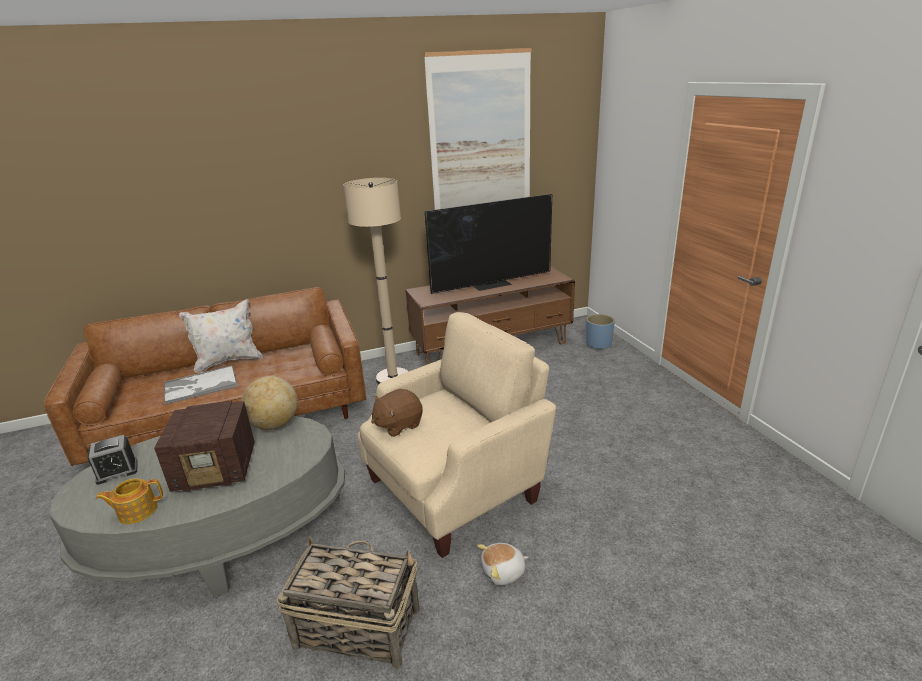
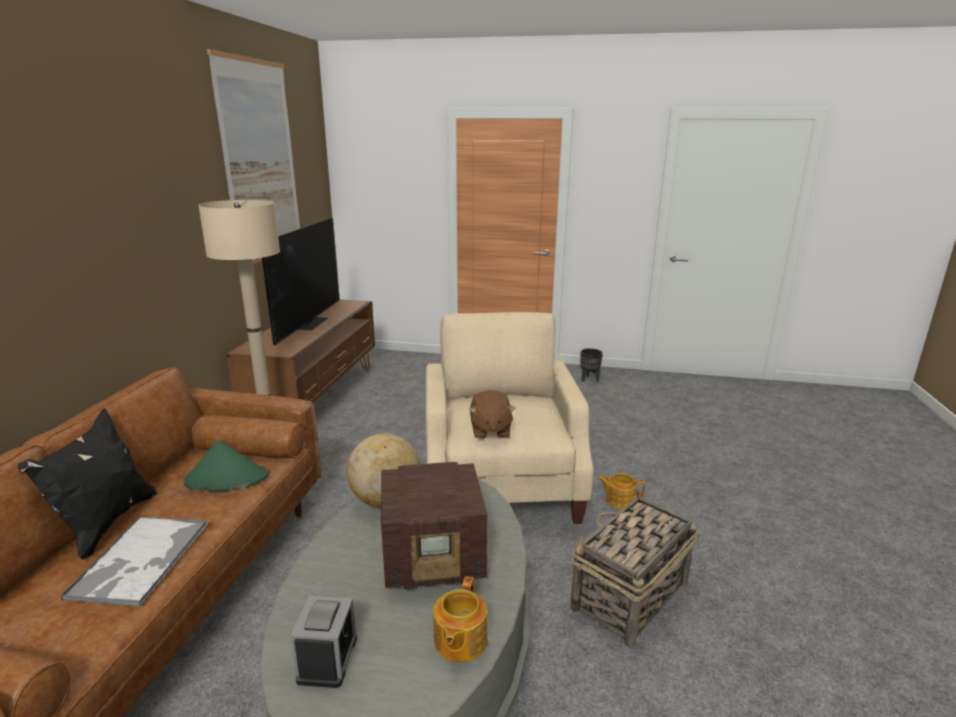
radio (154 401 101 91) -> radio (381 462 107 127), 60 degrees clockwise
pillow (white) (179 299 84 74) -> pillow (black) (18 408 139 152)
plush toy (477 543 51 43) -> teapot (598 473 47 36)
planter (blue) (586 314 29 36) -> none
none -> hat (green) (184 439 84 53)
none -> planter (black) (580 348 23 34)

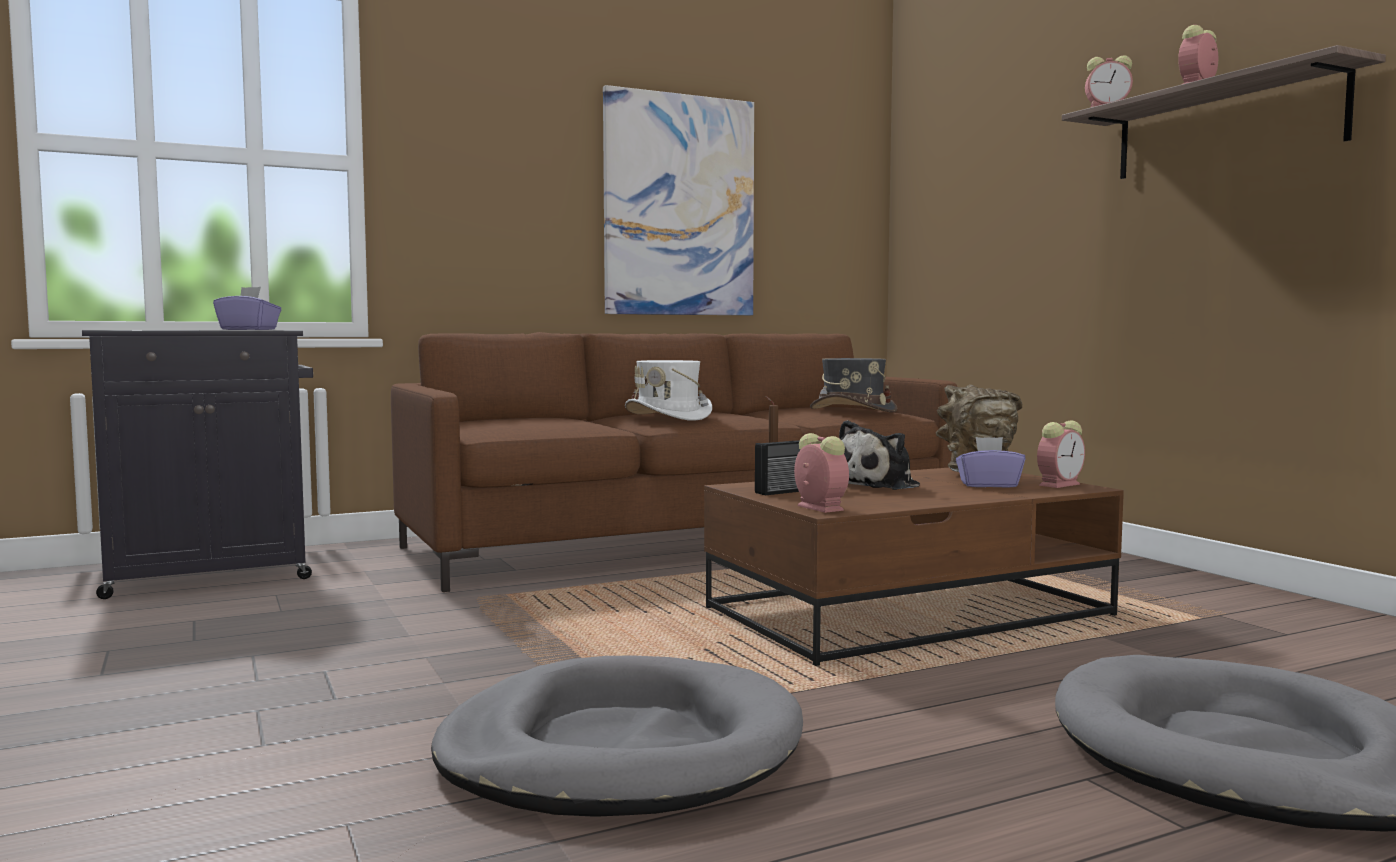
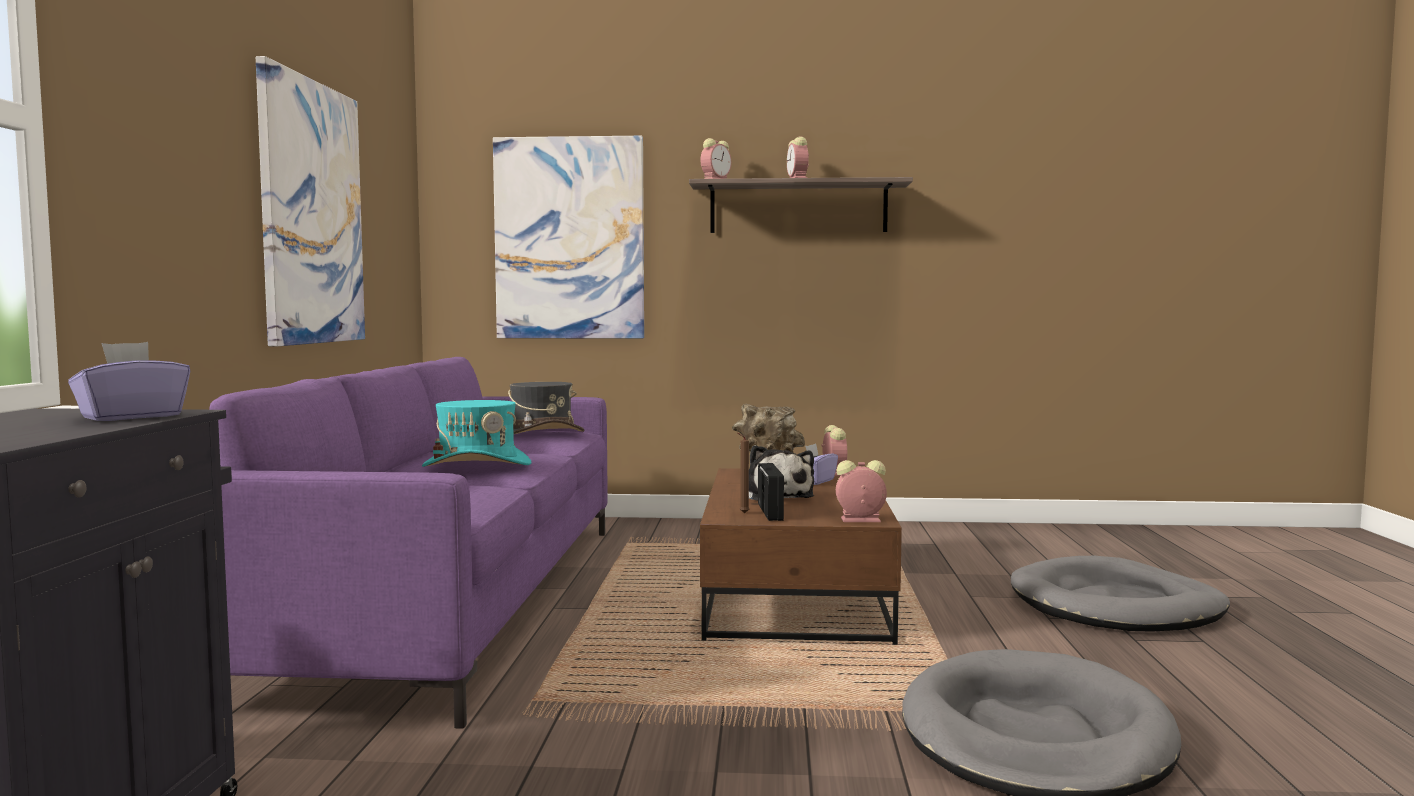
sofa (brown) (391 332 566 260) -> sofa (purple) (209 357 399 372)
hat (white) (625 360 87 61) -> hat (turquoise) (422 400 109 67)
none -> picture (493 136 151 203)

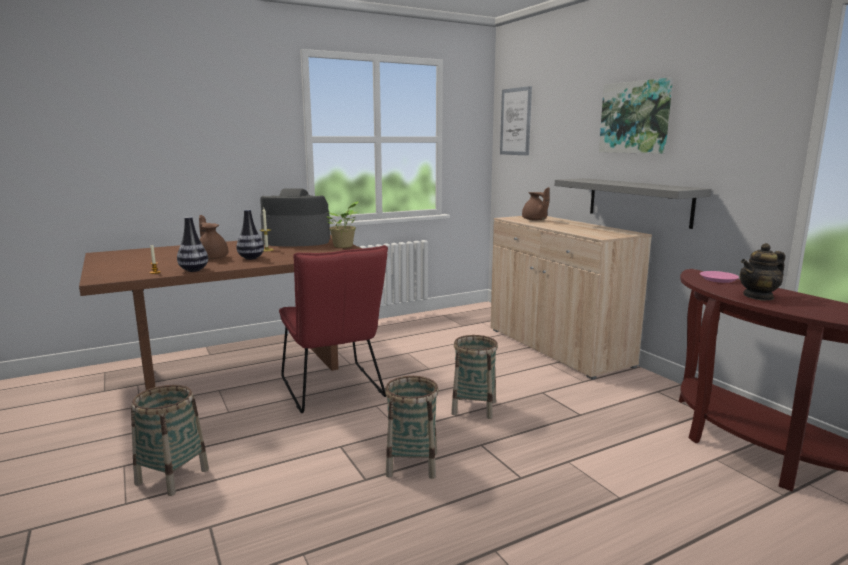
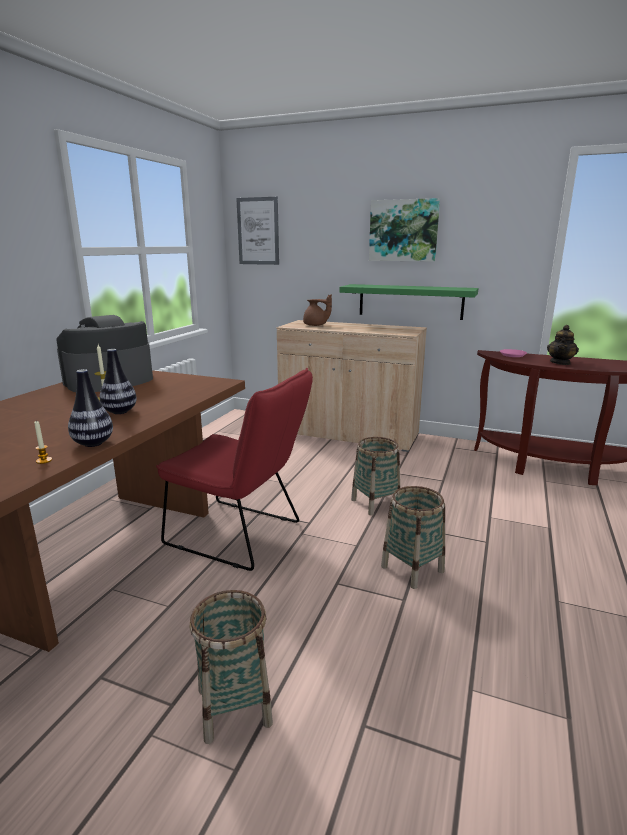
teapot (brown) (199 215 29 44) -> none
potted plant (327 201 31 47) -> none
shelf (grey) (554 178 158 51) -> shelf (green) (339 284 140 36)

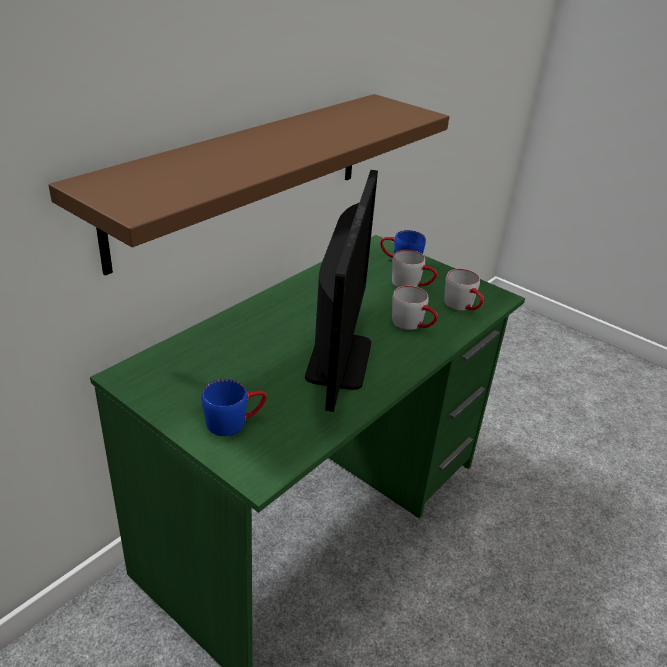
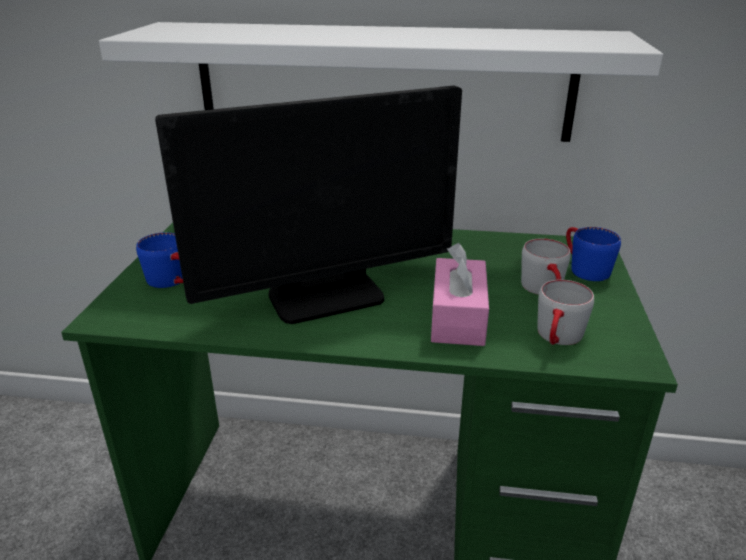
shelf (brown) (49 94 400 181) -> shelf (white) (99 22 564 120)
mug (grey) (392 286 46 44) -> tissue box (pink) (431 243 58 103)

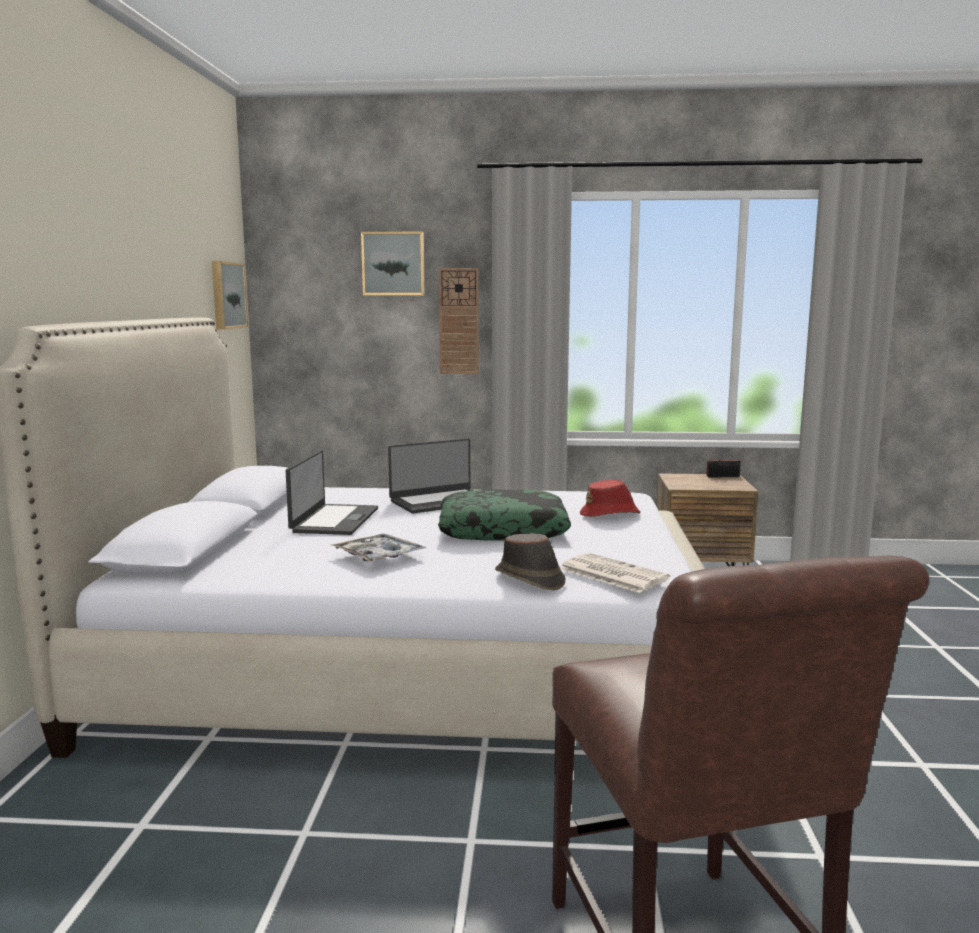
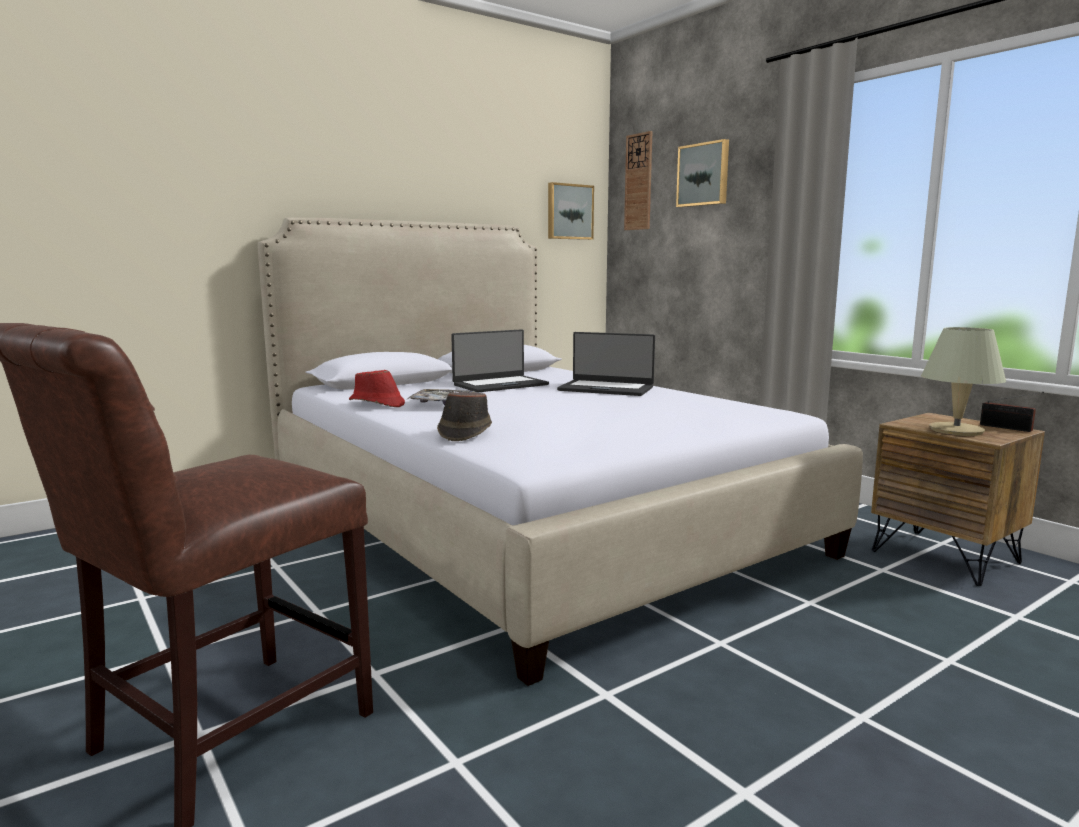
pillow (438 489 133 52) -> none
wall clock (439 268 40 106) -> wall clock (624 131 28 99), moved
newspaper (560 553 110 40) -> none
hat (red) (580 480 60 37) -> hat (red) (349 370 56 37), moved
none -> table lamp (beige) (921 327 85 109)

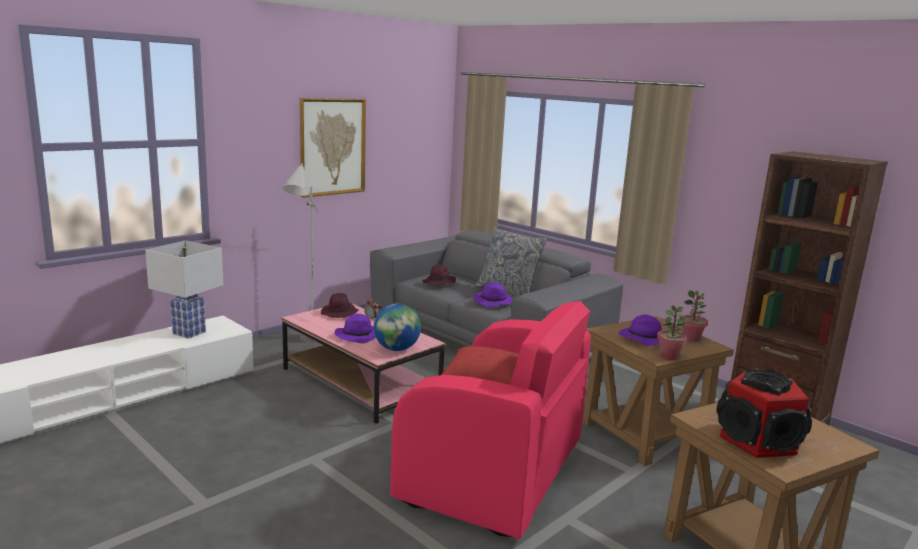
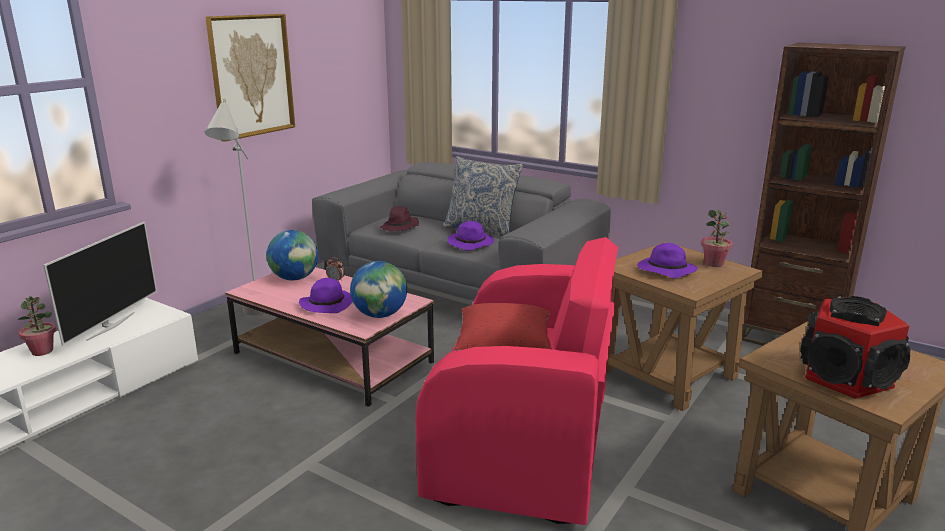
table lamp (white) (145 240 78 99) -> television (43 222 114 124)
hat (purple) (321 293 38 25) -> globe (267 230 51 50)
potted plant (657 305 30 55) -> potted plant (17 296 39 60), moved

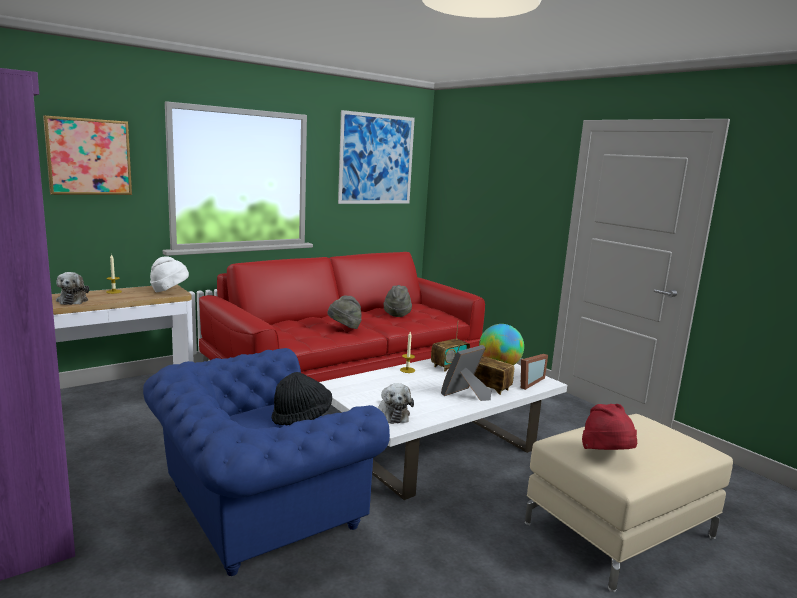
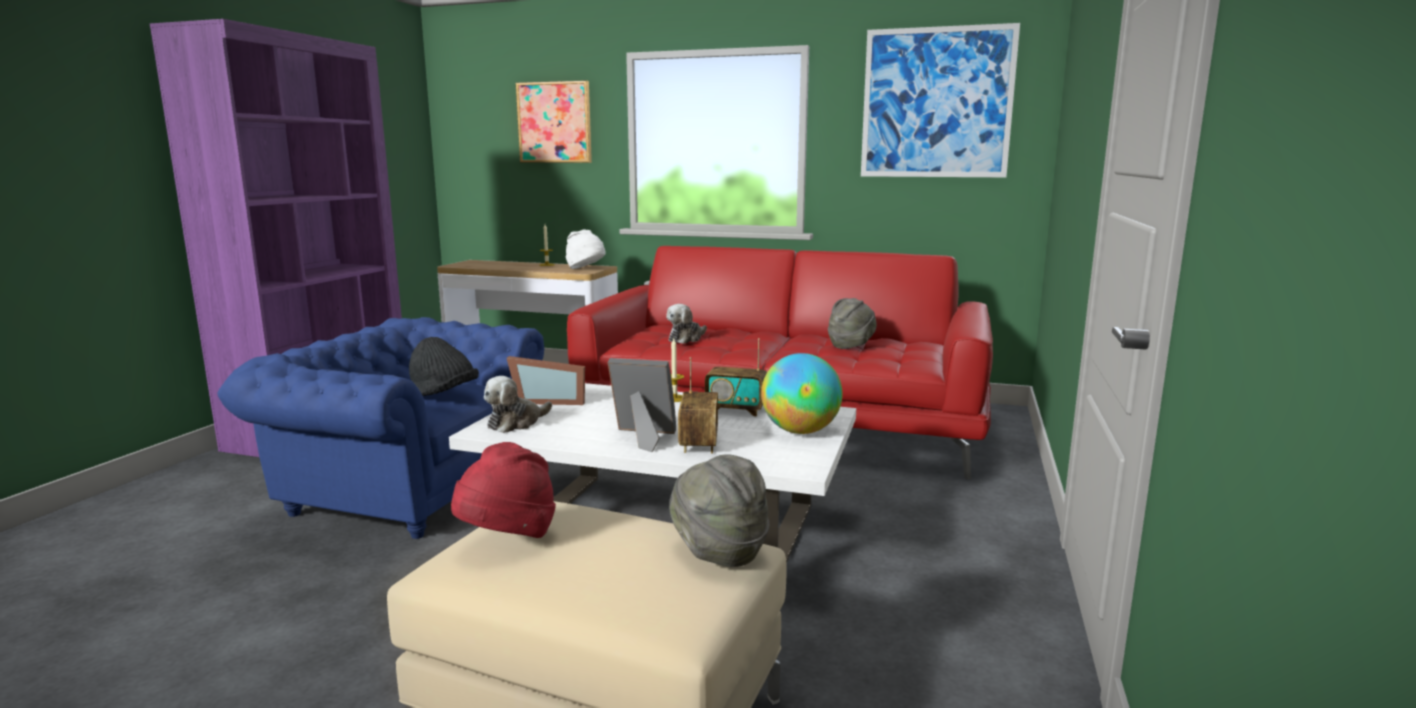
plush toy (56 272 33 33) -> plush toy (666 304 41 40), moved
hat (grey) (328 296 34 33) -> hat (grey) (669 454 100 113), moved
picture frame (520 354 28 36) -> picture frame (507 356 78 49), moved

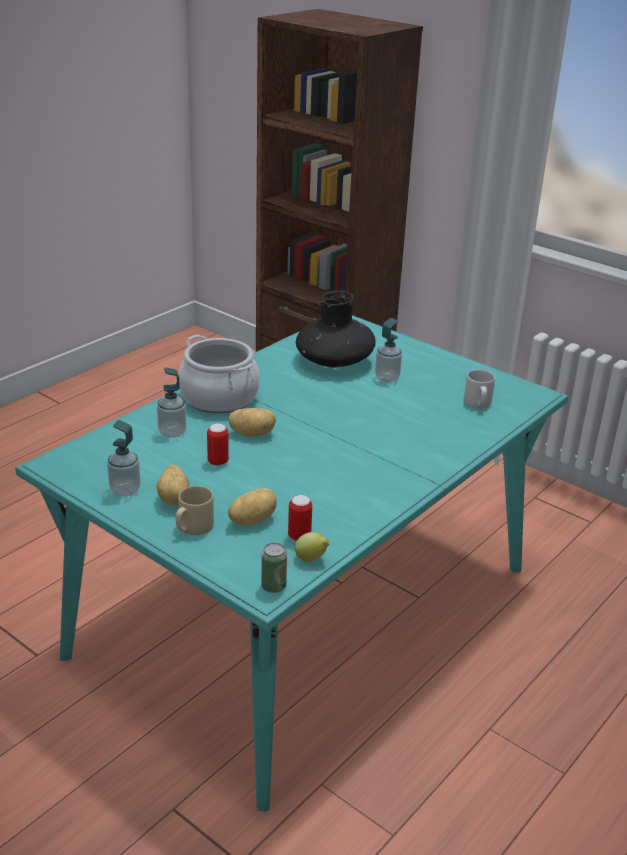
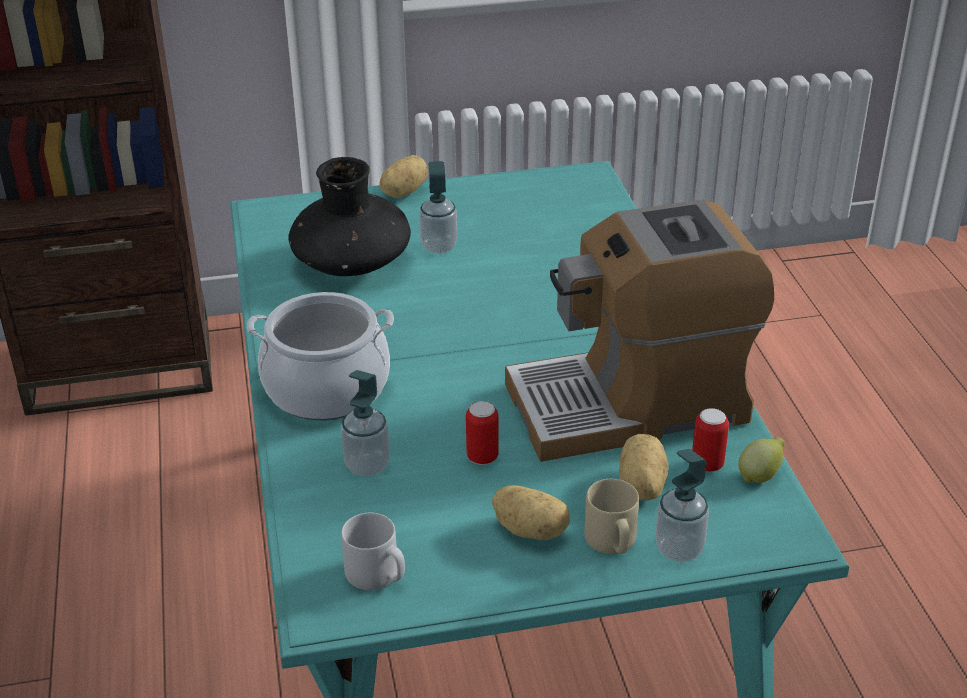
soap dispenser (107 420 34 77) -> soap dispenser (655 449 54 113), moved
potato (229 408 47 29) -> potato (379 155 49 42), moved
can (261 543 26 50) -> none
mug (grey) (464 370 31 39) -> mug (grey) (341 513 64 77), moved
none -> coffee machine (505 200 269 262)

